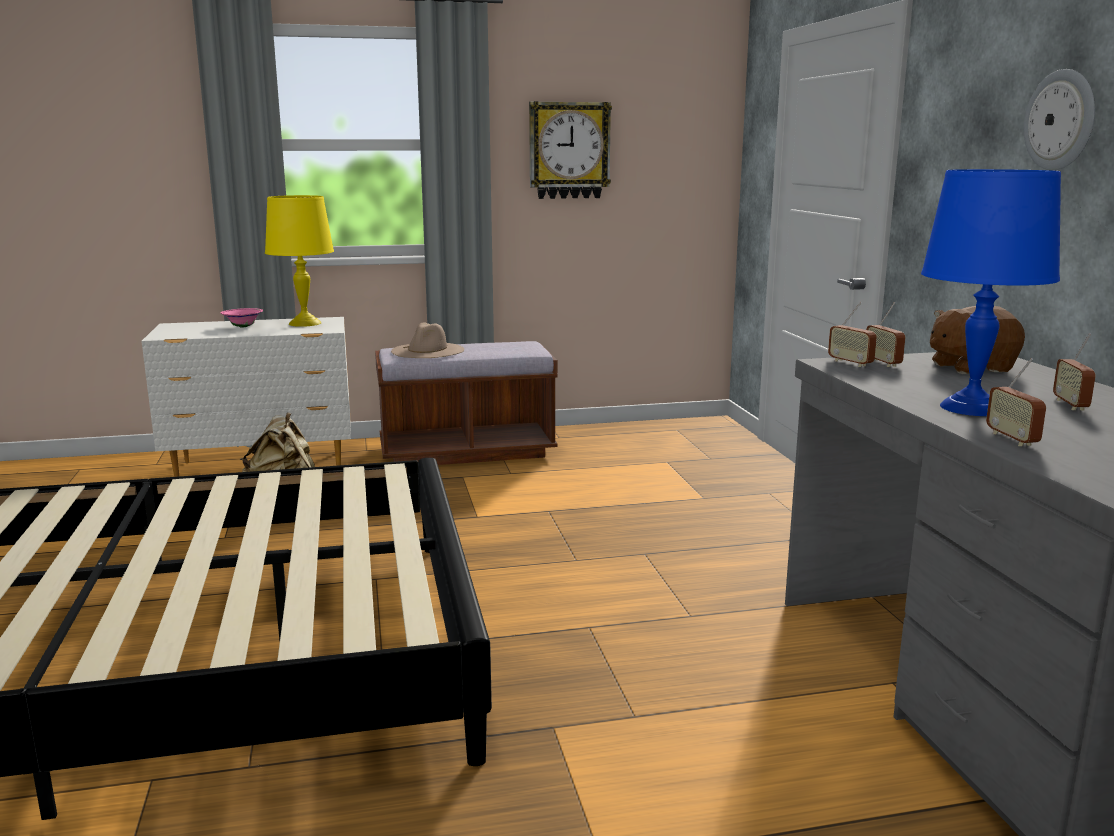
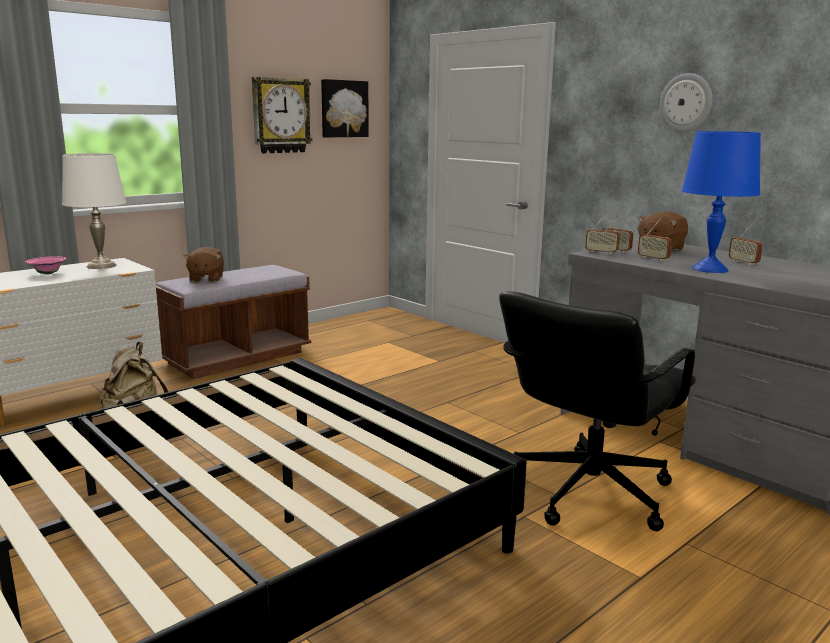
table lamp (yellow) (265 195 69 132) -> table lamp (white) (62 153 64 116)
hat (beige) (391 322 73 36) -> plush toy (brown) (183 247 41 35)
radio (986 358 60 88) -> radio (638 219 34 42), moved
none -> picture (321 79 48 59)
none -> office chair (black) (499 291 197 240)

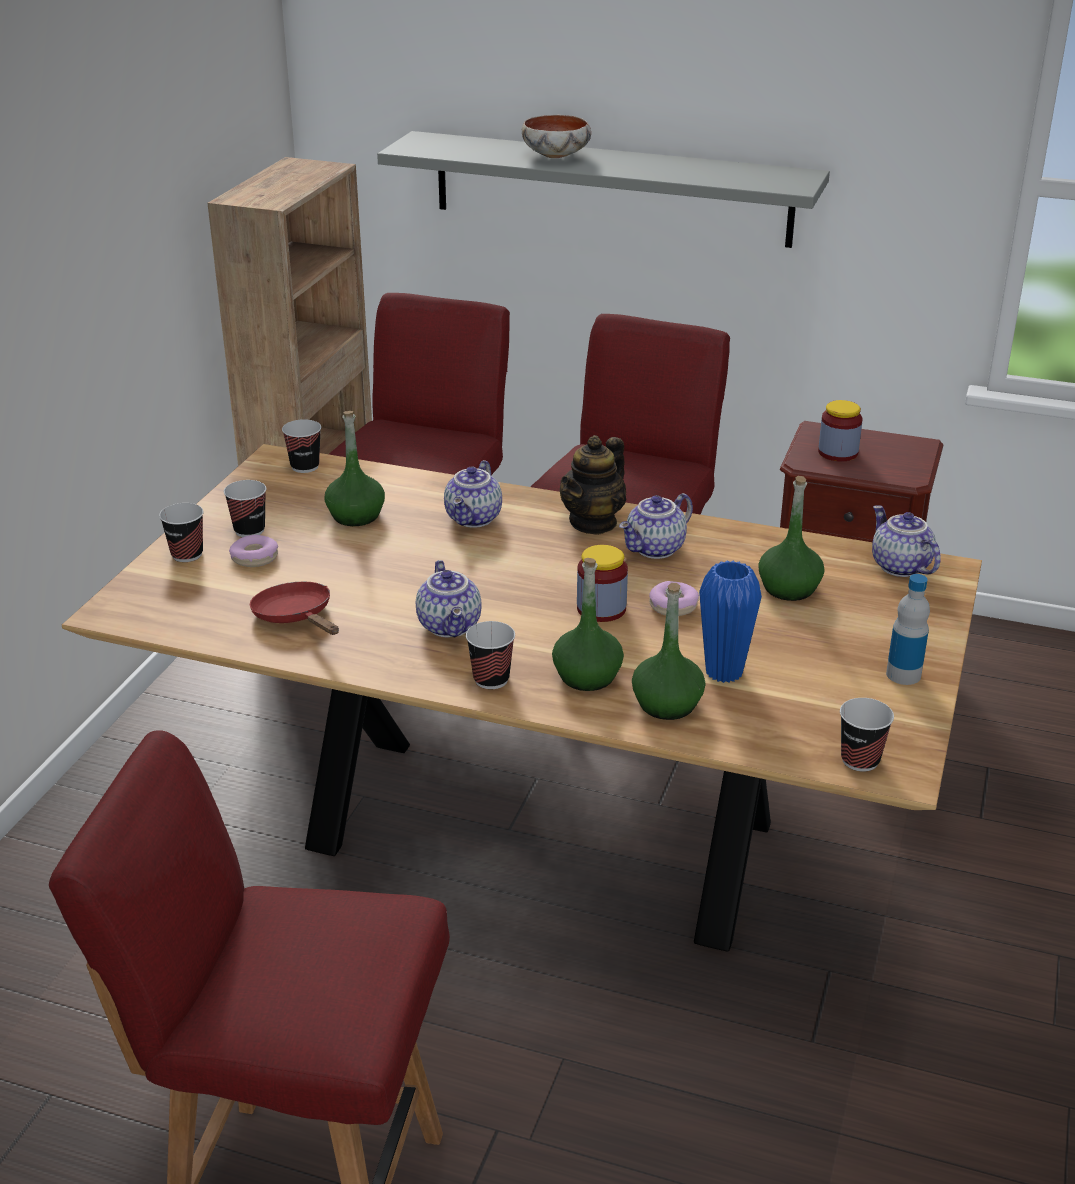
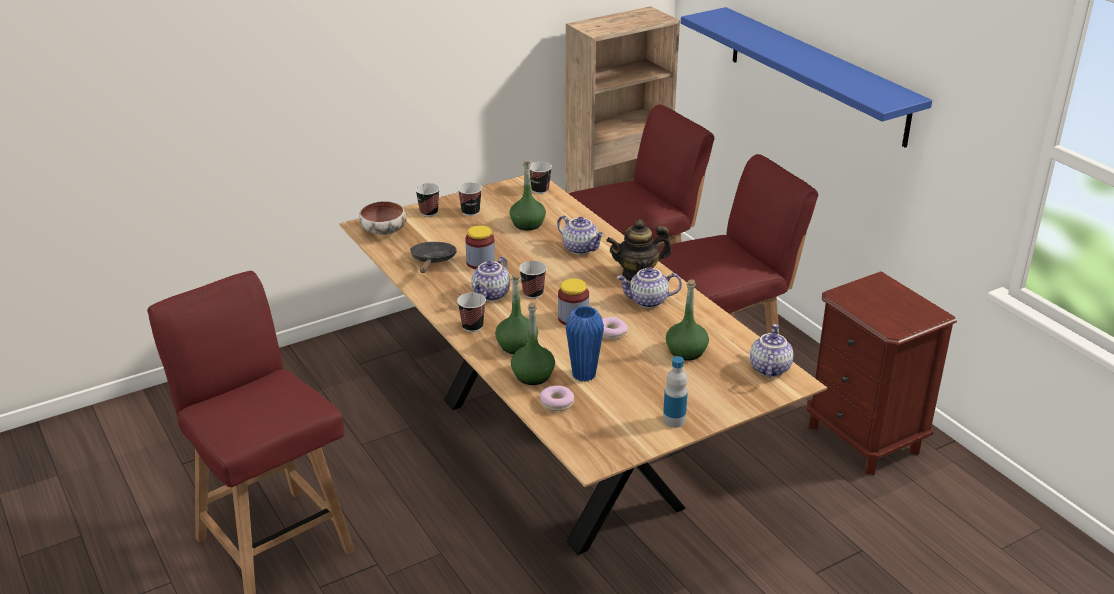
donut (229 535 49 32) -> donut (540 385 34 26), moved
frying pan (red) (250 582 89 53) -> frying pan (black) (410 242 47 31)
shelf (grey) (377 131 453 117) -> shelf (blue) (681 7 251 141)
teapot (444 460 58 68) -> teapot (557 216 47 39), 105 degrees counterclockwise
bowl (522 115 69 43) -> bowl (359 201 48 34), moved
jar (818 400 45 62) -> jar (465 225 30 44), moved
cup (840 698 54 74) -> cup (519 261 28 38), moved

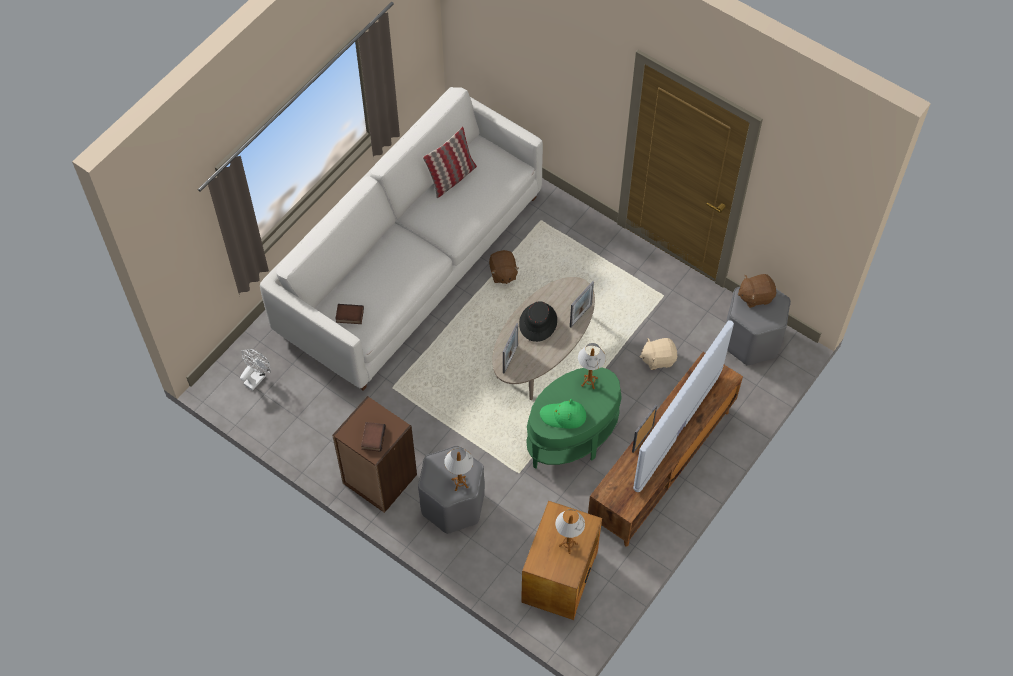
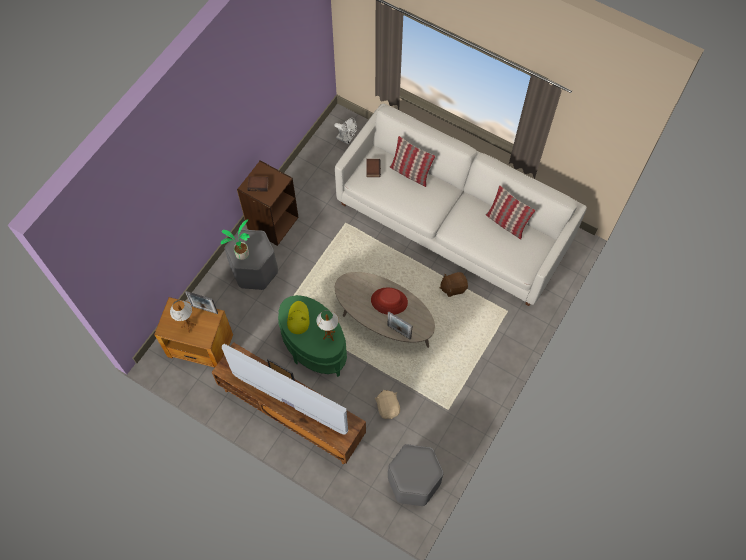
table lamp (444 447 29 44) -> potted plant (221 220 28 40)
picture frame (503 323 15 51) -> picture frame (185 291 33 23), moved
hat (black) (519 301 38 41) -> hat (red) (371 288 37 27)
hat (green) (540 399 46 30) -> hat (yellow) (287 301 22 33)
plush toy (brown) (737 274 39 34) -> none
none -> pillow (390 136 45 51)

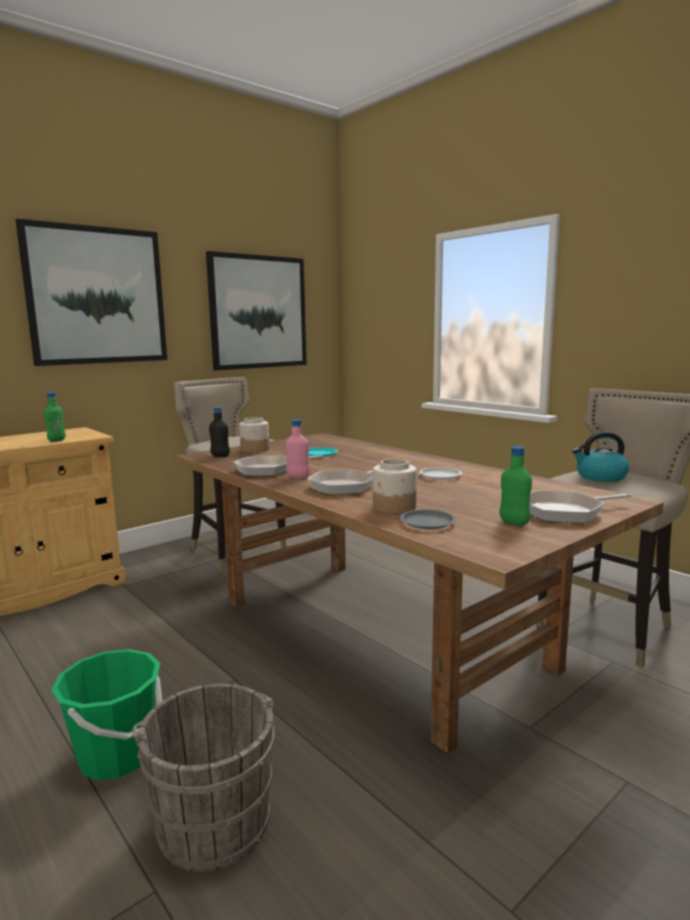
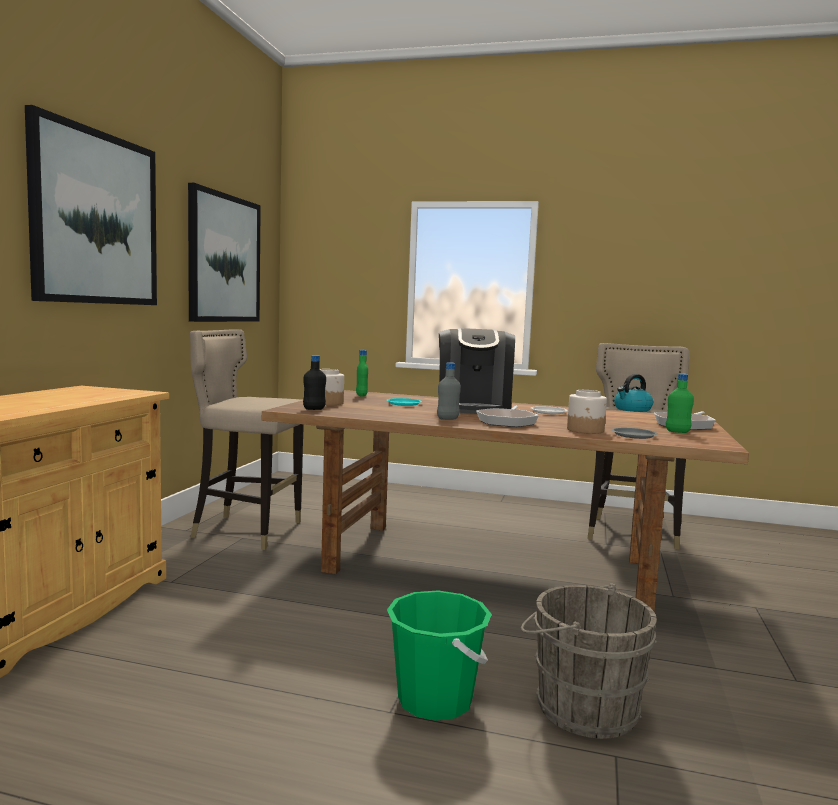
bottle (green) (44 392 22 50) -> bottle (green) (356 350 12 47), moved
frying pan (234 455 89 21) -> none
bottle (pink) (285 419 24 59) -> bottle (grey) (437 362 24 58)
none -> coffee machine (439 328 76 86)

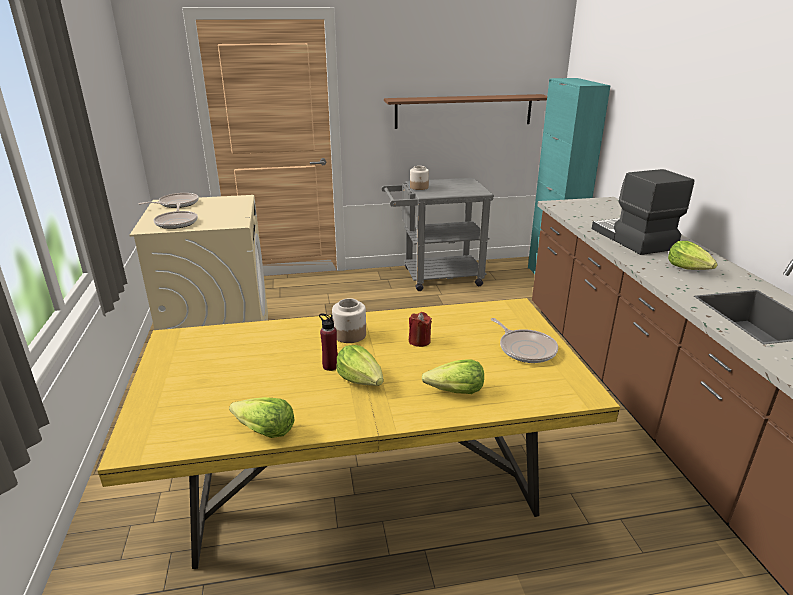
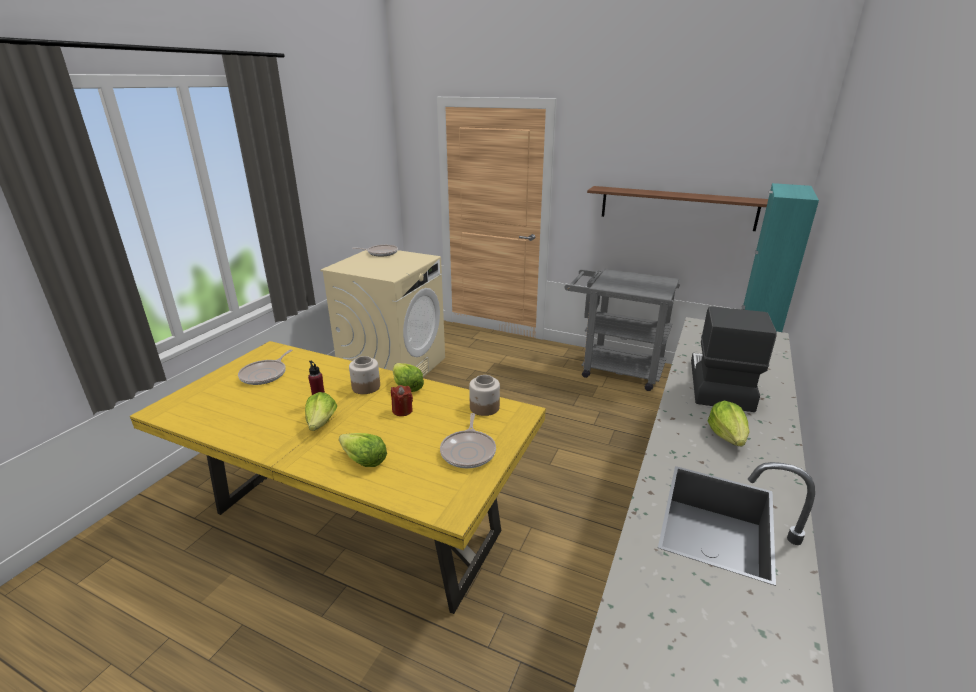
frying pan (154 204 44 25) -> frying pan (238 349 54 36), moved
lettuce (229 397 66 41) -> lettuce (393 363 31 29), moved
jar (410 166 19 24) -> jar (469 375 31 41), moved

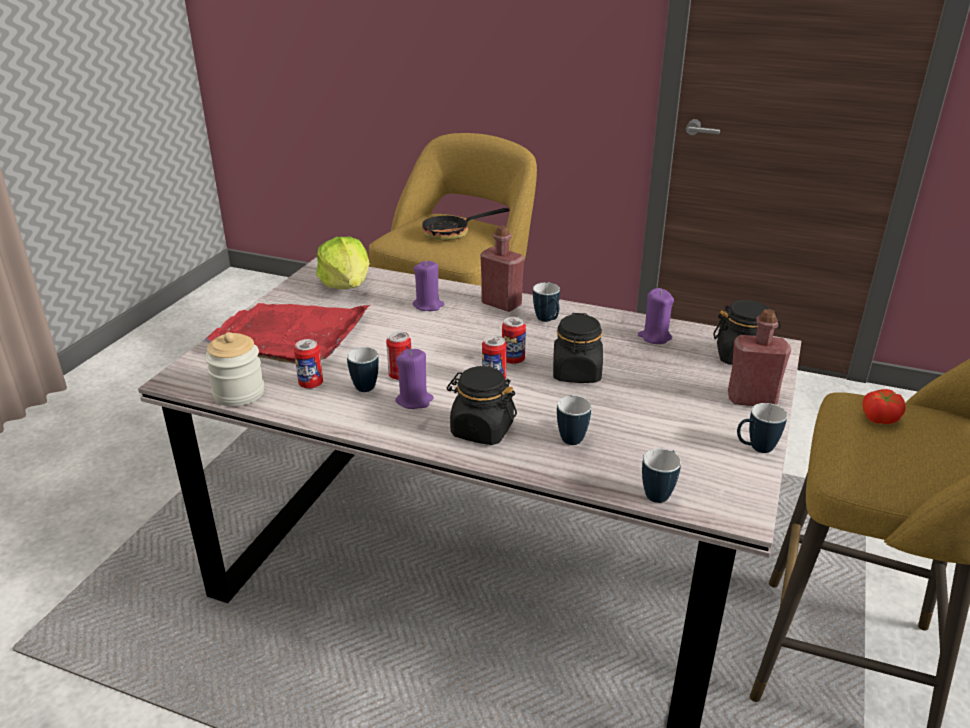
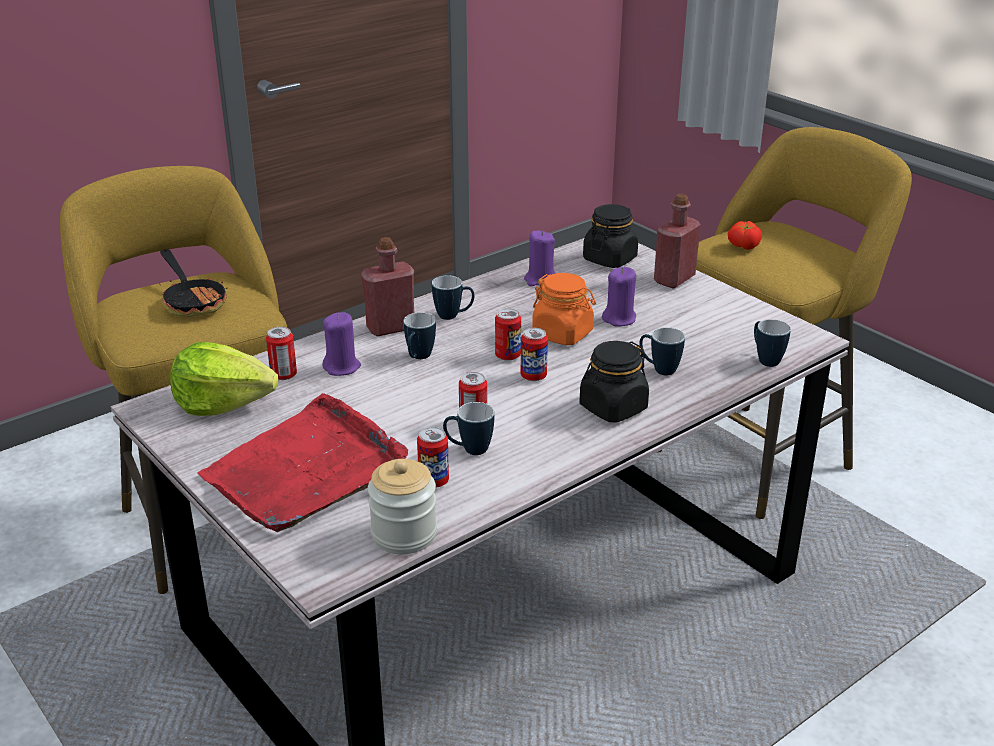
candle (purple) (395 349 39 60) -> candle (purple) (602 267 34 60), moved
frying pan (422 208 88 33) -> frying pan (160 249 68 67), 45 degrees counterclockwise
jar (black) (553 313 50 70) -> jar (orange) (532 273 64 72)
mug (737 403 50 50) -> mug (404 312 32 47), moved
none -> can (266 327 31 53)

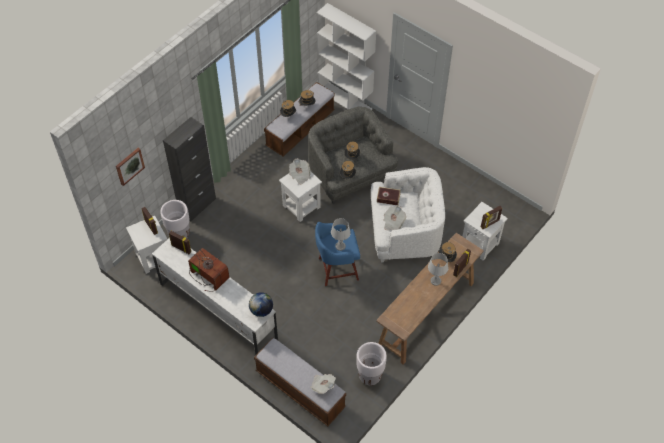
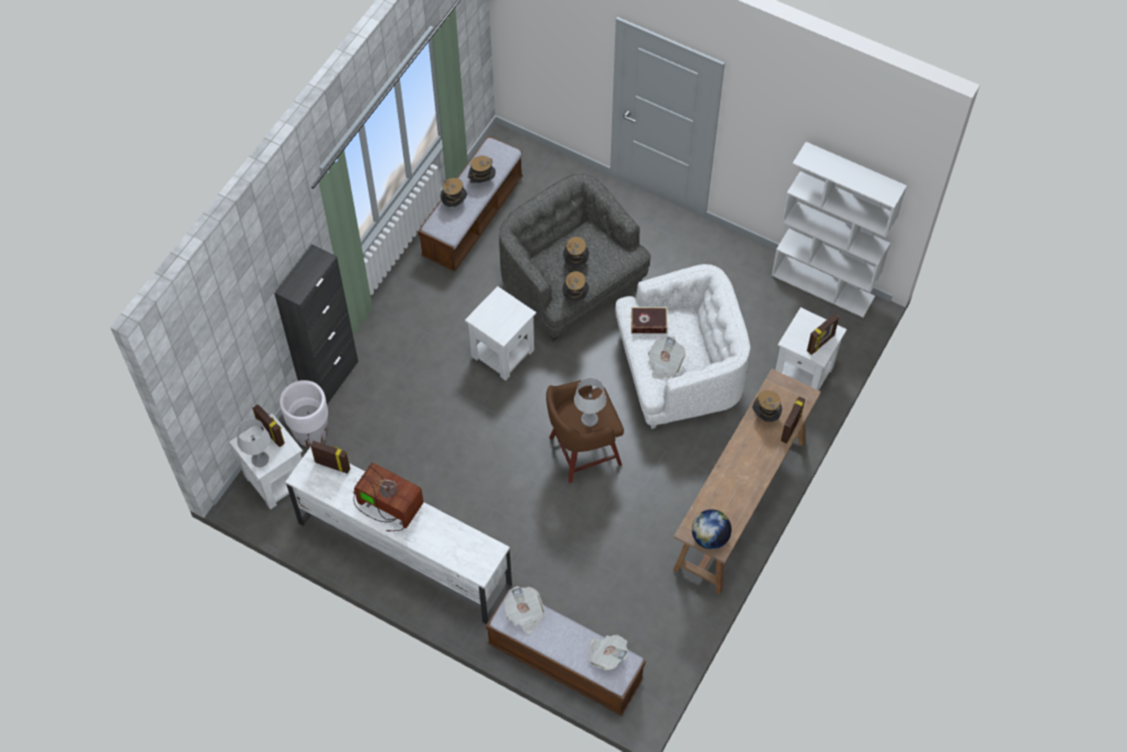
picture (116 148 29 38) -> none
globe (249 292 24 25) -> globe (692 509 40 40), moved
newspaper (289 158 22 27) -> newspaper (504 586 42 48), moved
stool (blue) (315 222 45 64) -> stool (brown) (546 380 78 103)
bookcase (white) (317 3 59 107) -> bookcase (white) (771 142 136 175), moved
planter (white) (356 342 31 44) -> none
table lamp (grey) (428 253 20 33) -> table lamp (grey) (237 418 33 49), moved

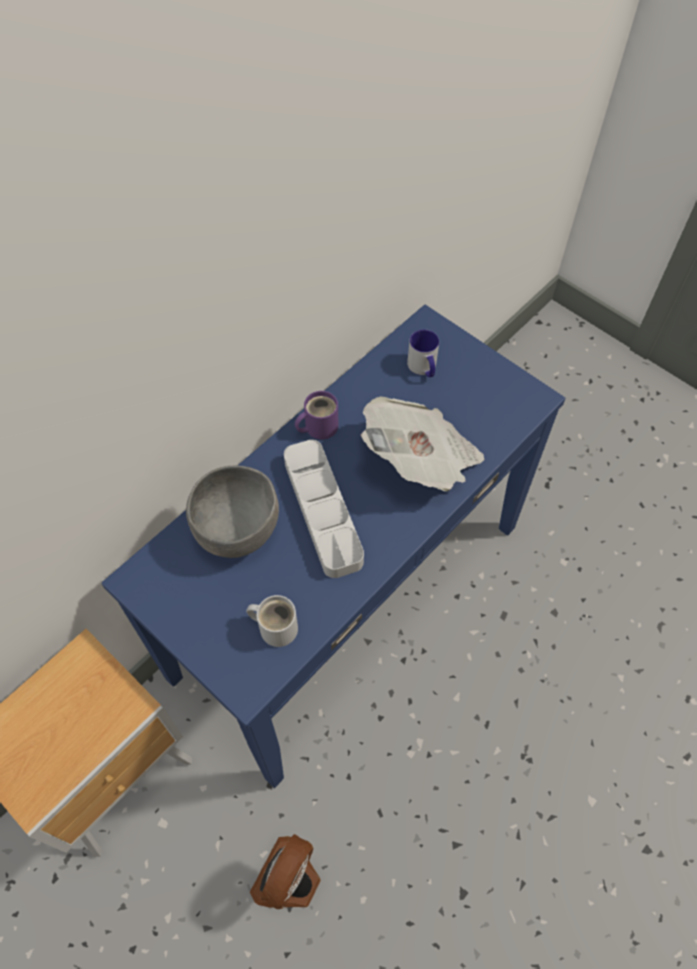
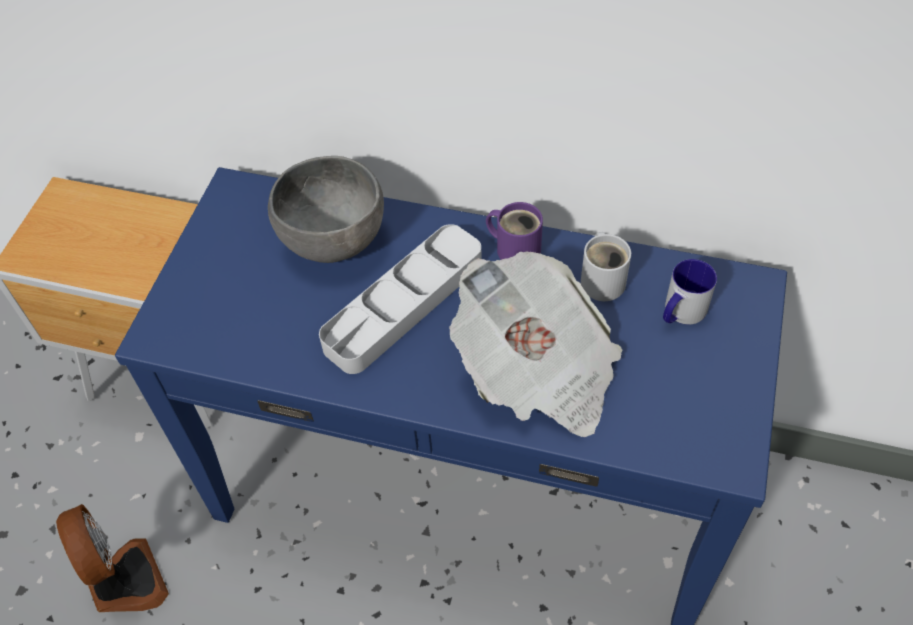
mug (white) (246 595 52 52) -> mug (white) (581 232 50 69), moved
fan (250 834 70 75) -> fan (56 504 113 108), 60 degrees clockwise

